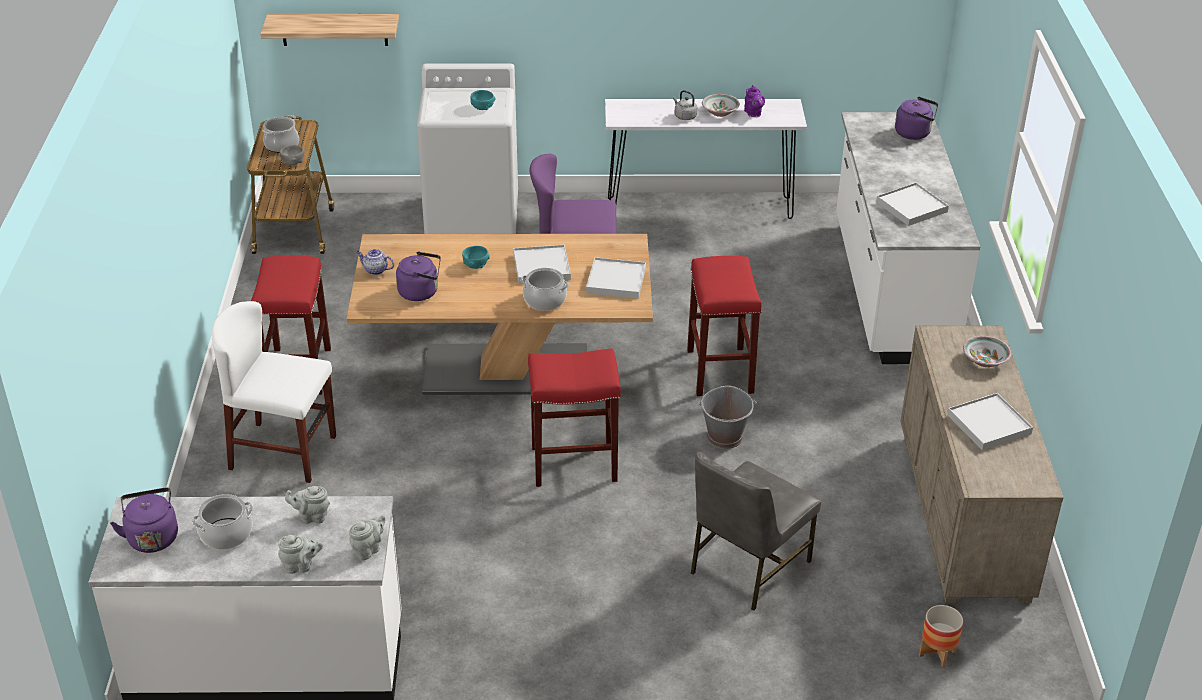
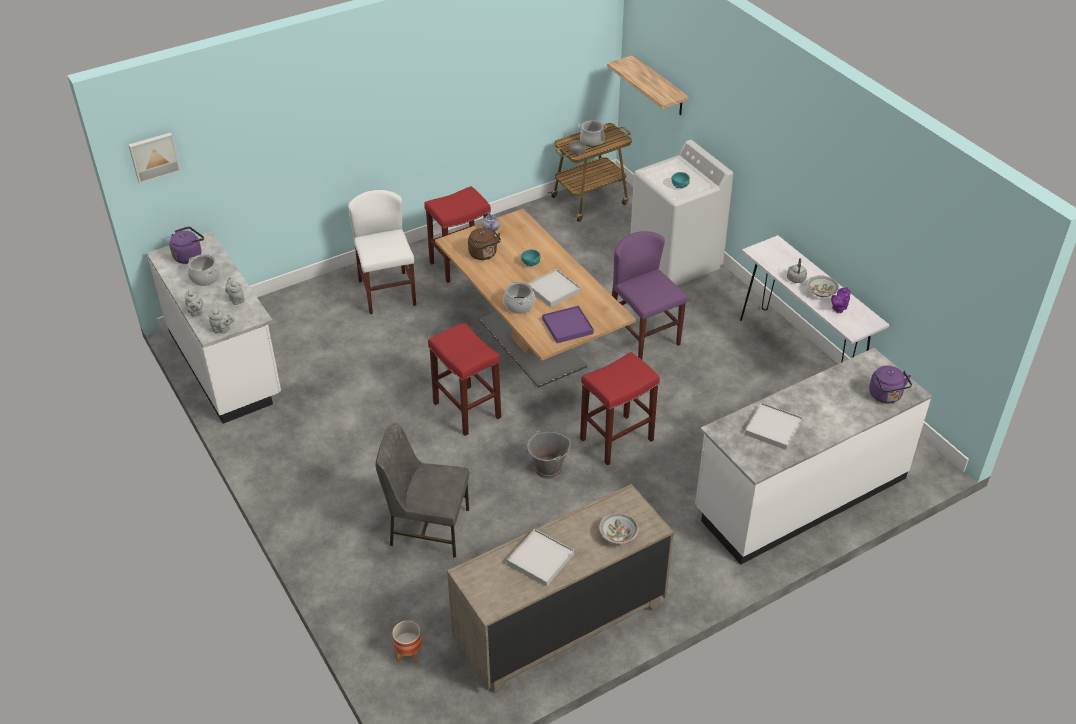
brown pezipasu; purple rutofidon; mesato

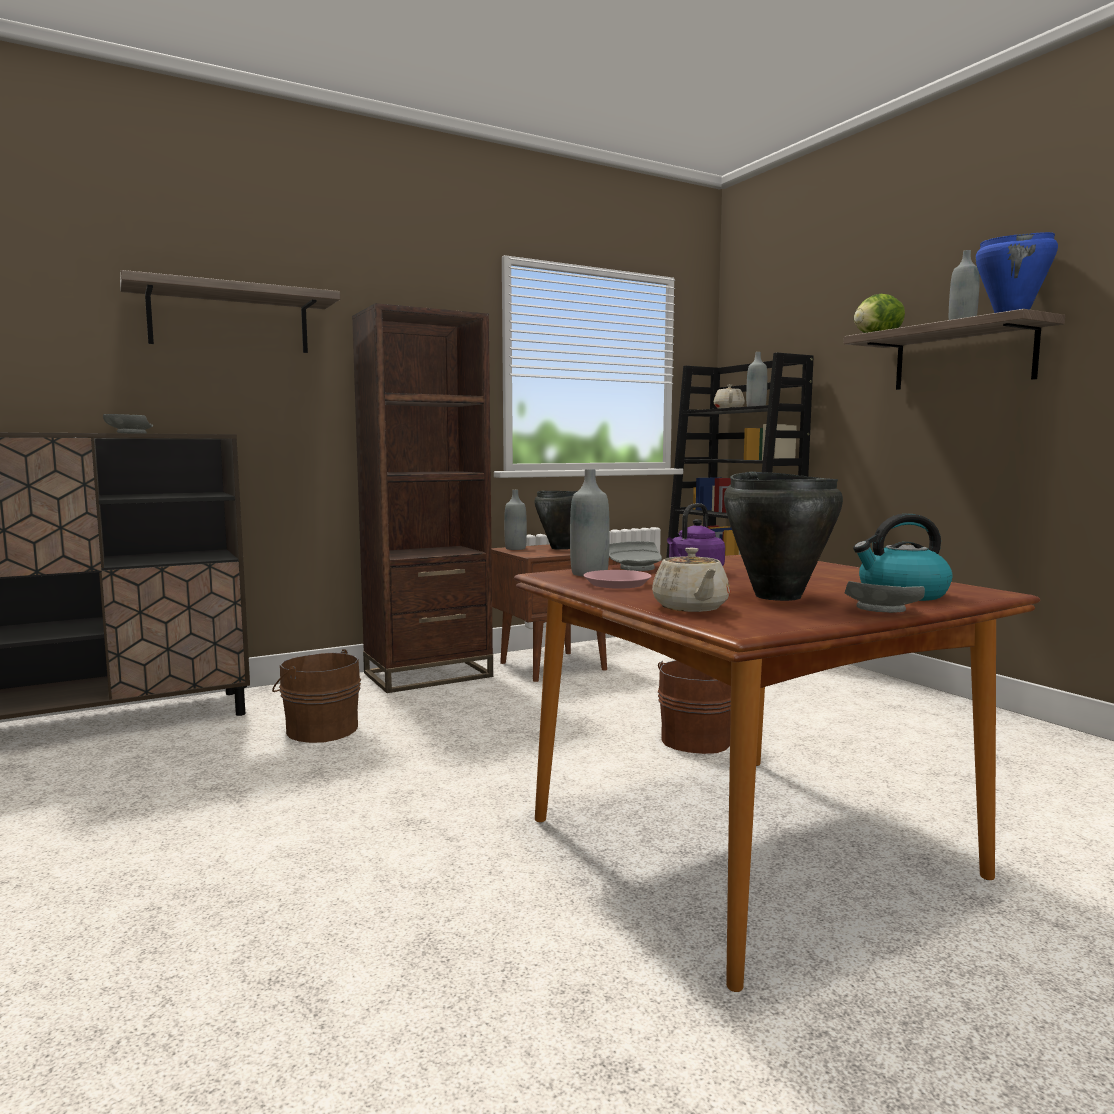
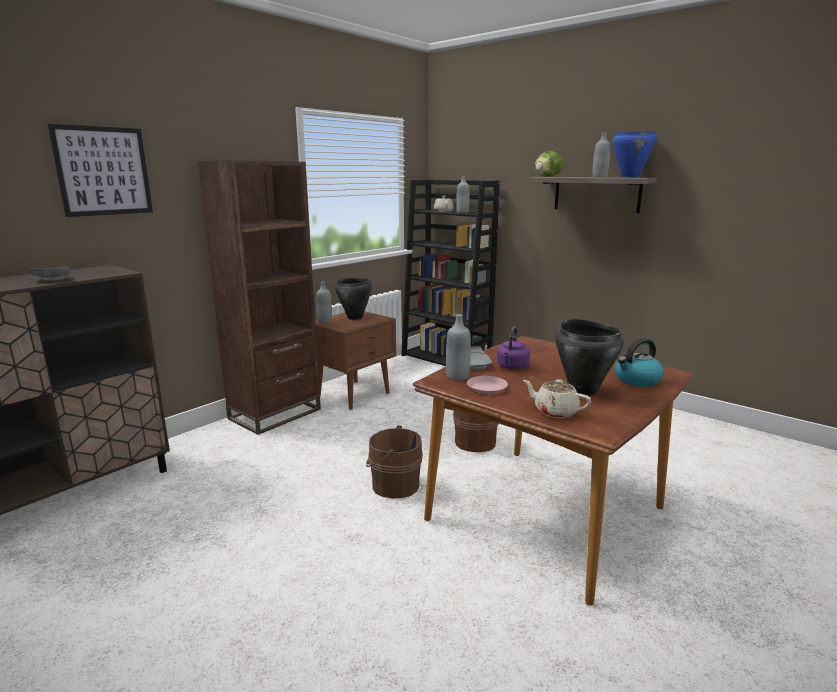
mesato; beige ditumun (no. 2 from left); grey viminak (no. 3 from left in the first image); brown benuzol (no. 1 from left)

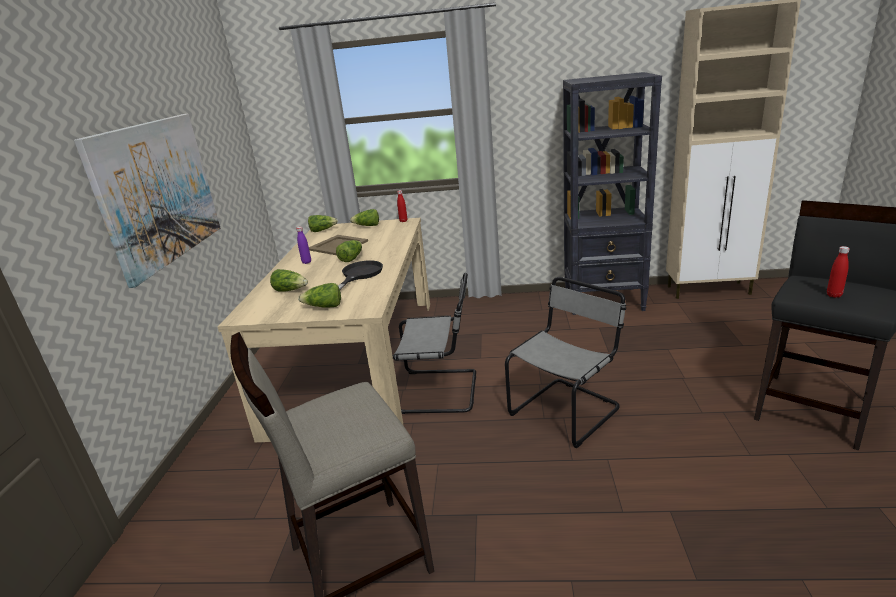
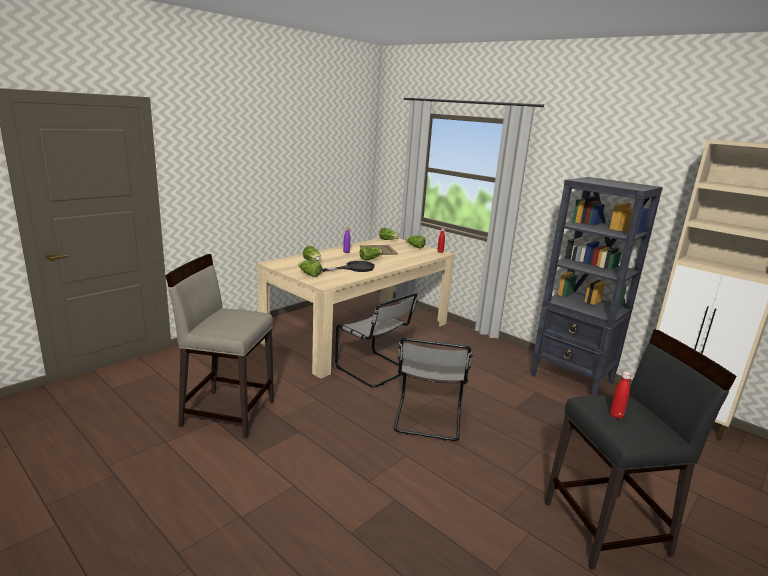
mesato; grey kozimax (no. 2 from left)

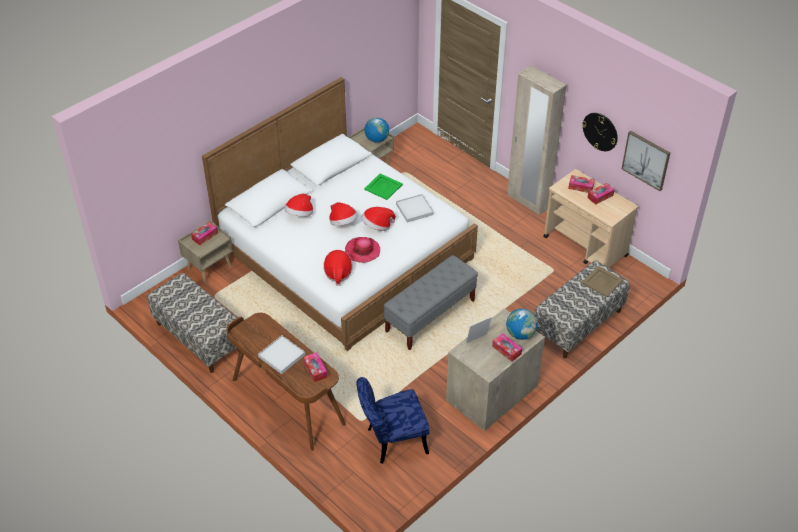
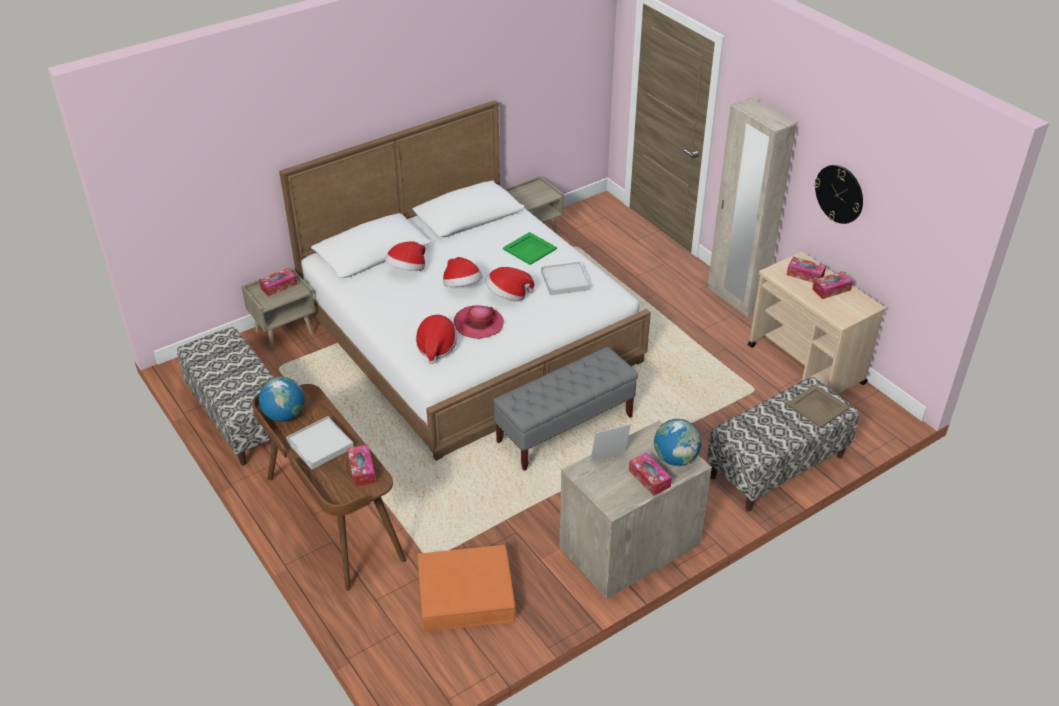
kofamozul (no. 1 from left); mesato; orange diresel

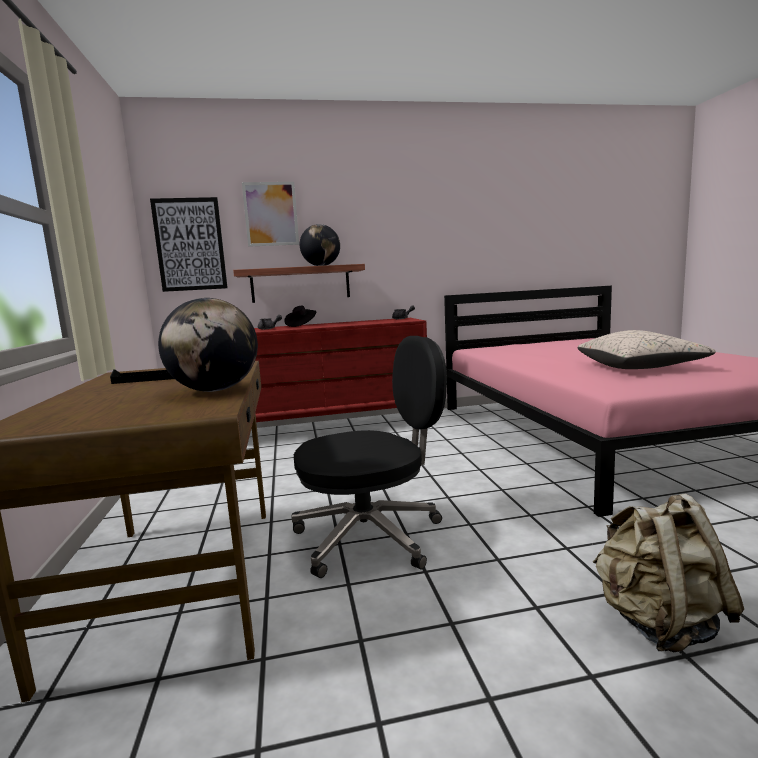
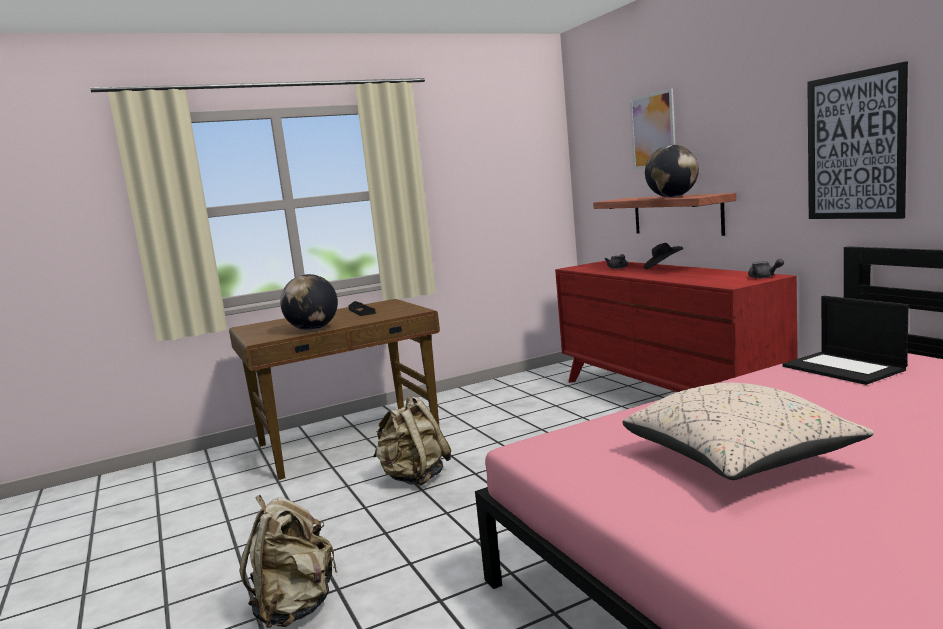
mesato (no. 2 from left); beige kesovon (no. 2 from left); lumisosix

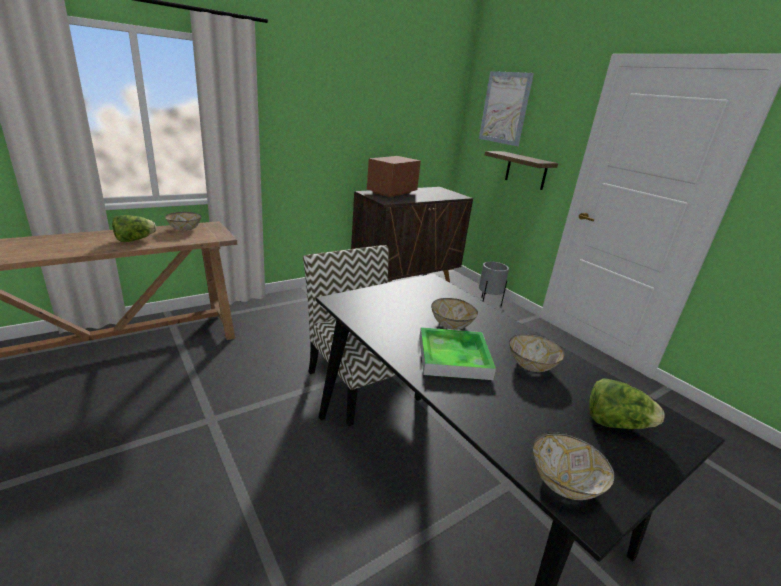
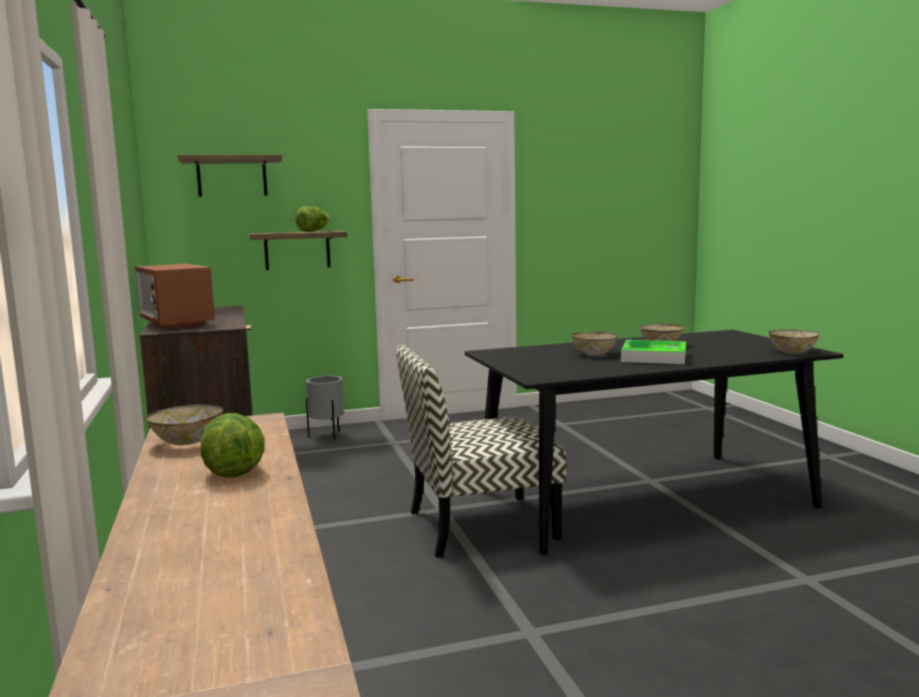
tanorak (no. 1 from left); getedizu (no. 2 from left)

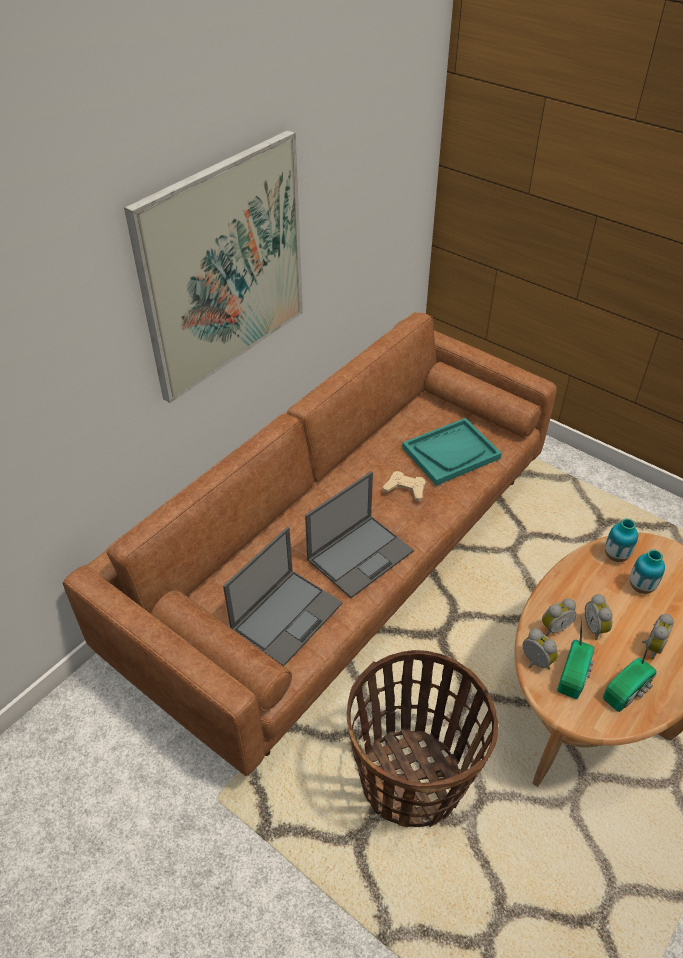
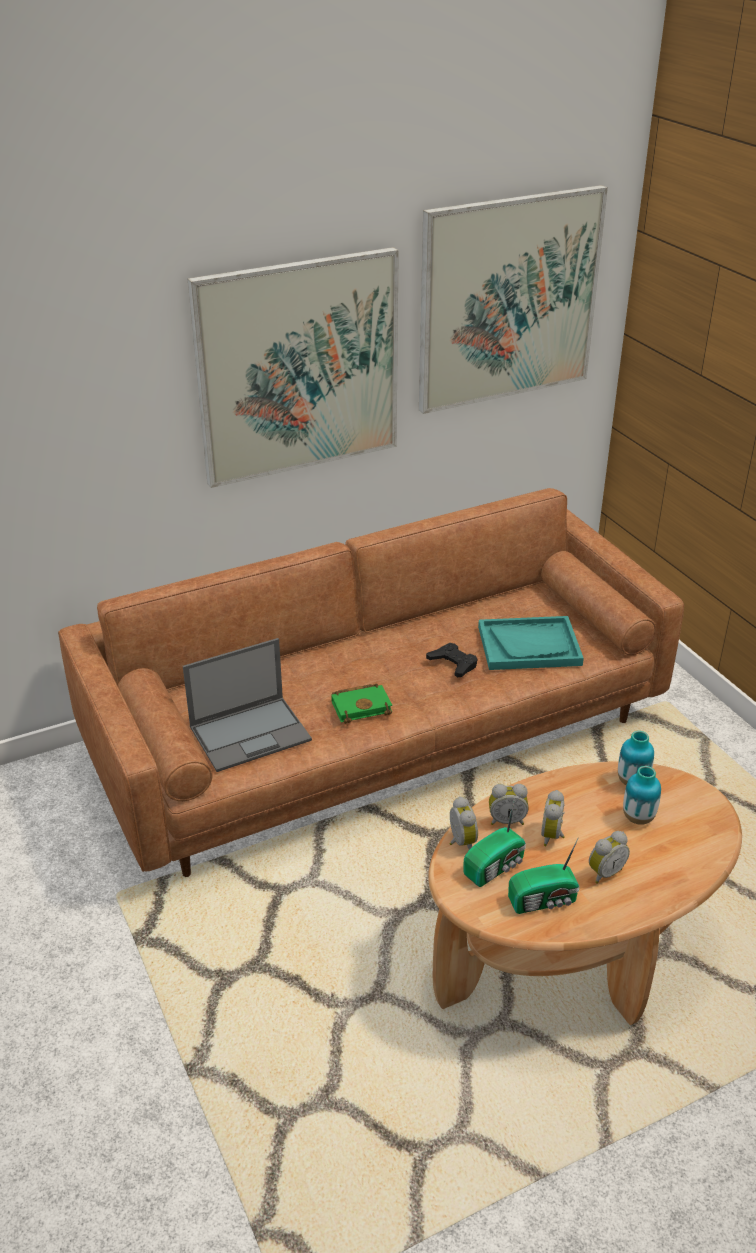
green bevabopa; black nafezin; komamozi; mesato (no. 2 from left)

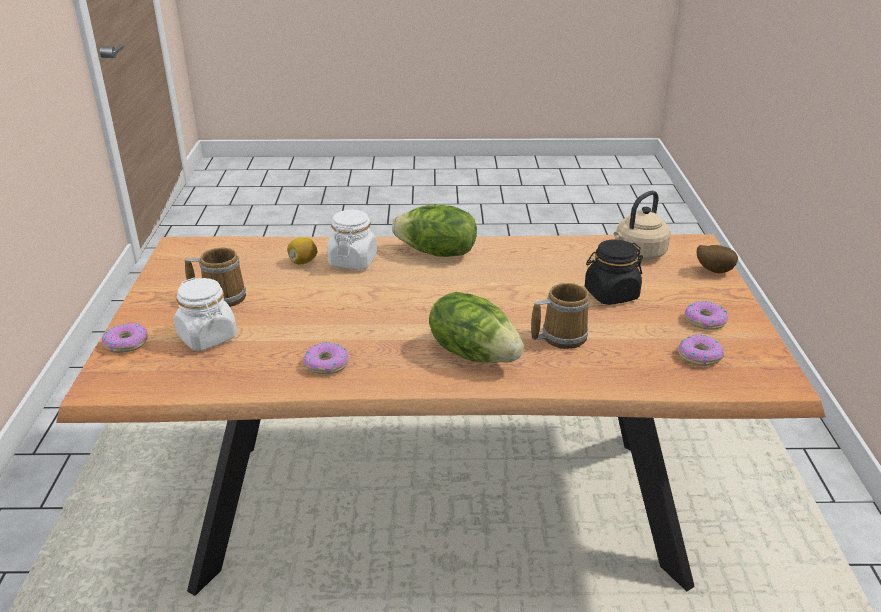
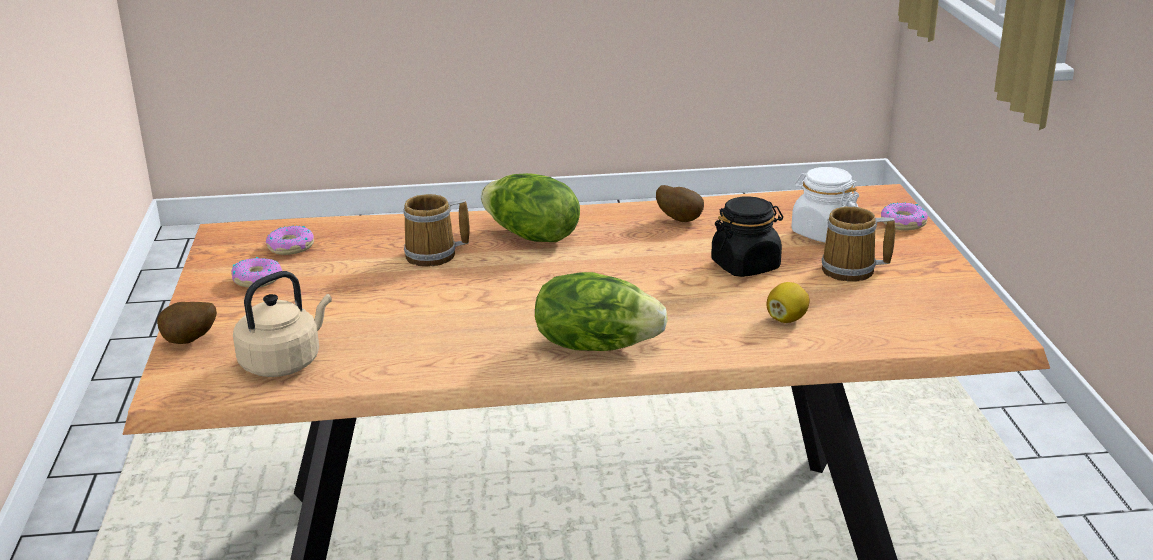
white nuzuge (no. 2 from left in the first image); black nuzuge; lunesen (no. 2 from left)

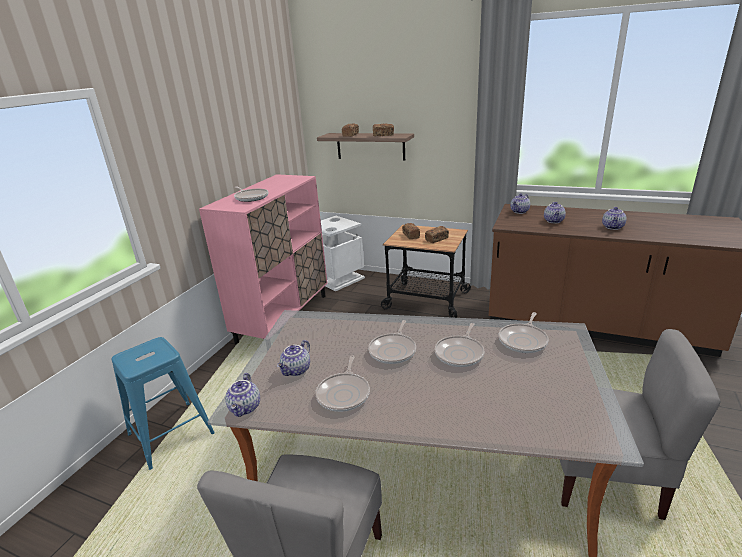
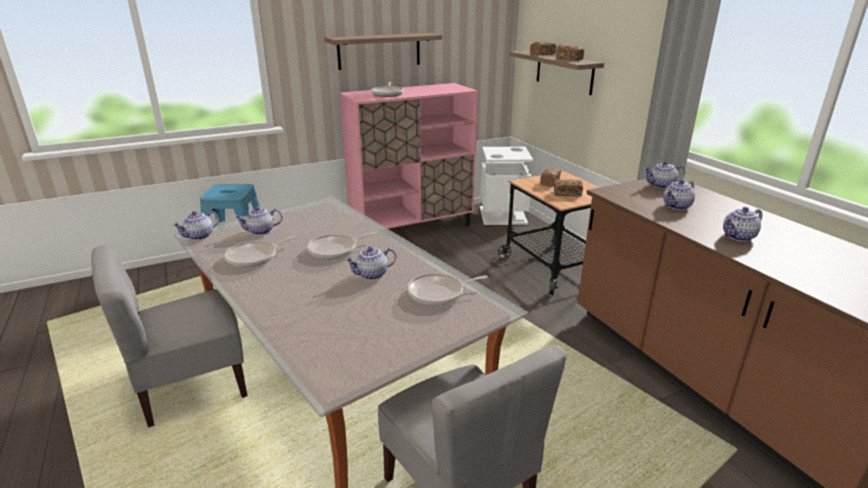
ditumun (no. 3 from left); tanorak (no. 1 from left)

